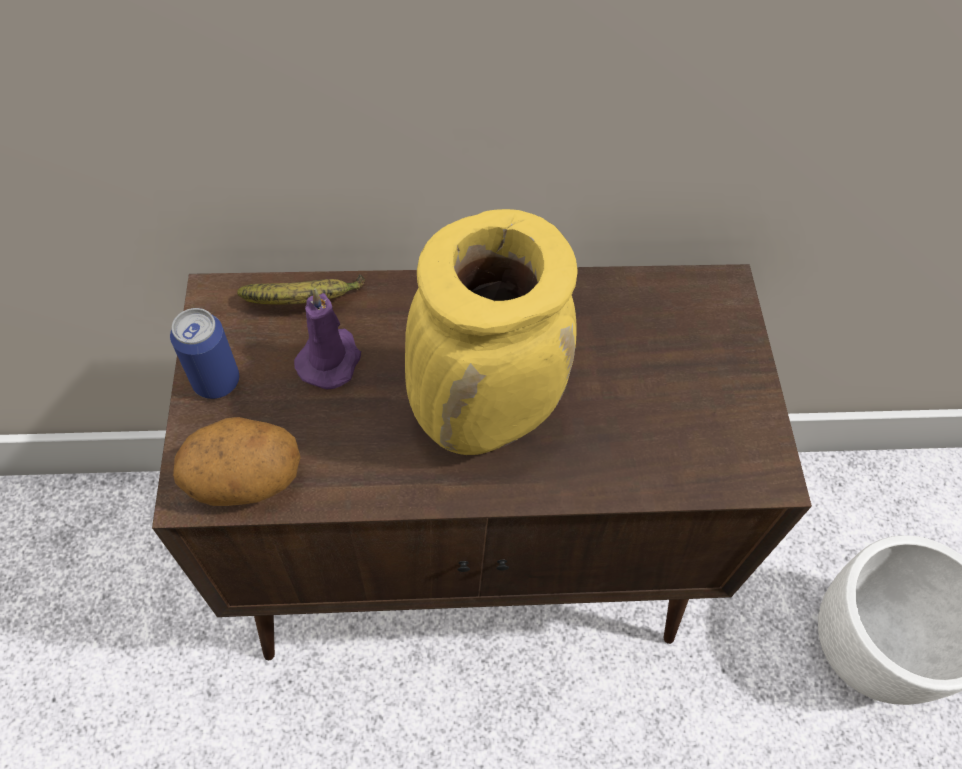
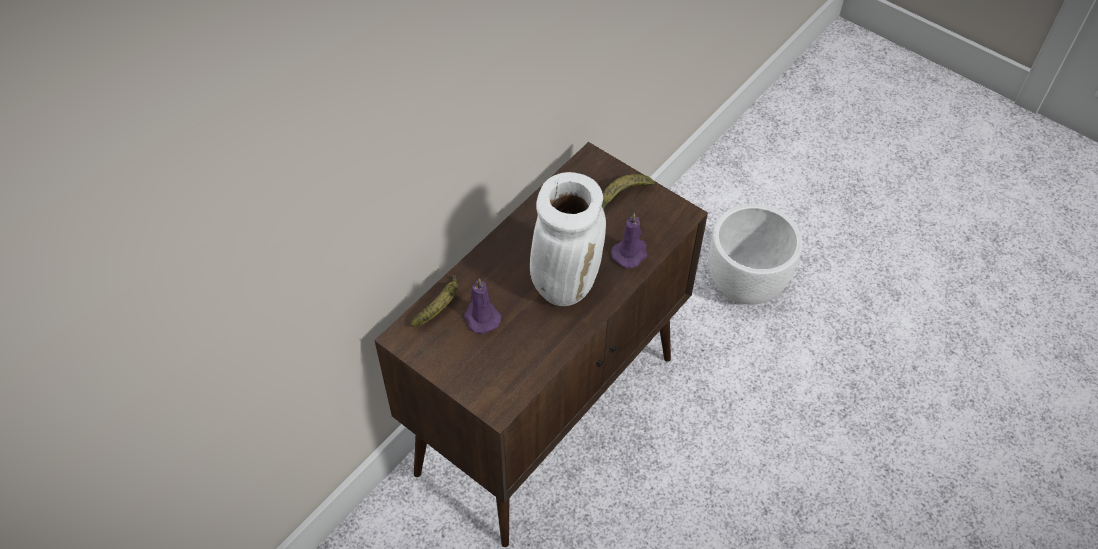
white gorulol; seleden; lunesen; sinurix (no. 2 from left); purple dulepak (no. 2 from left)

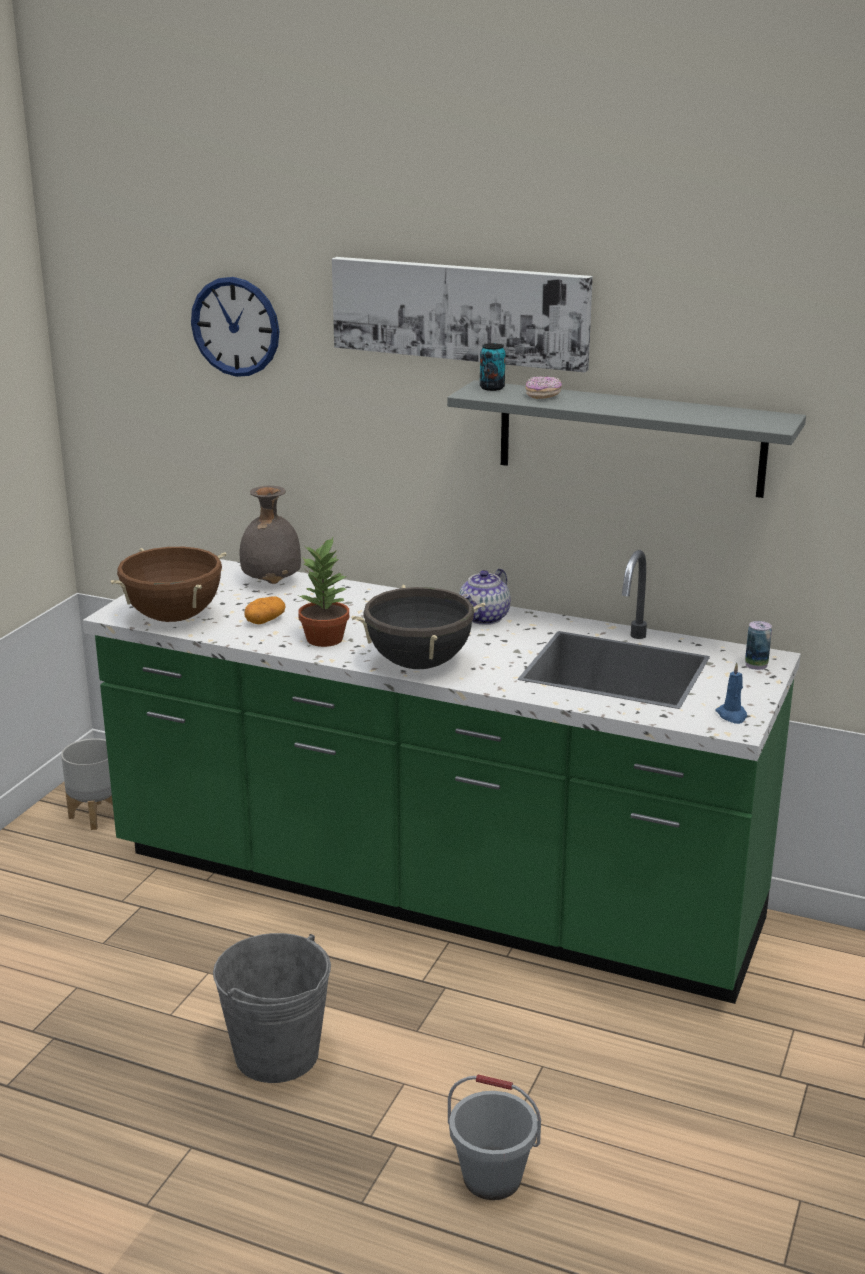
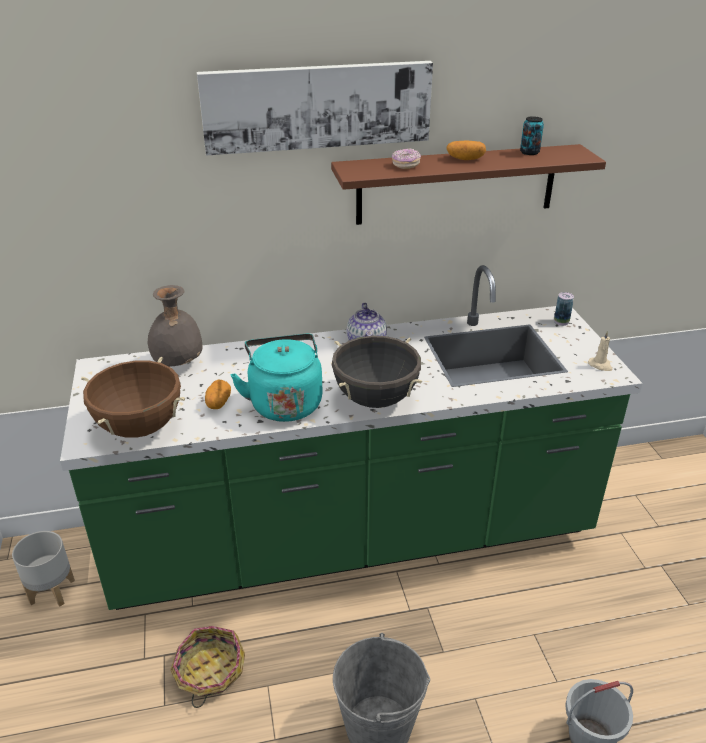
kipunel; seleden (no. 1 from left); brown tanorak; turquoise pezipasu; beige dulepak; lunesen (no. 2 from left); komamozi

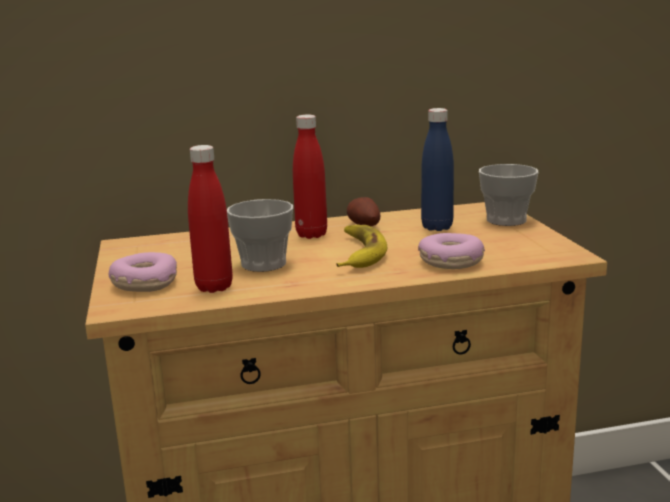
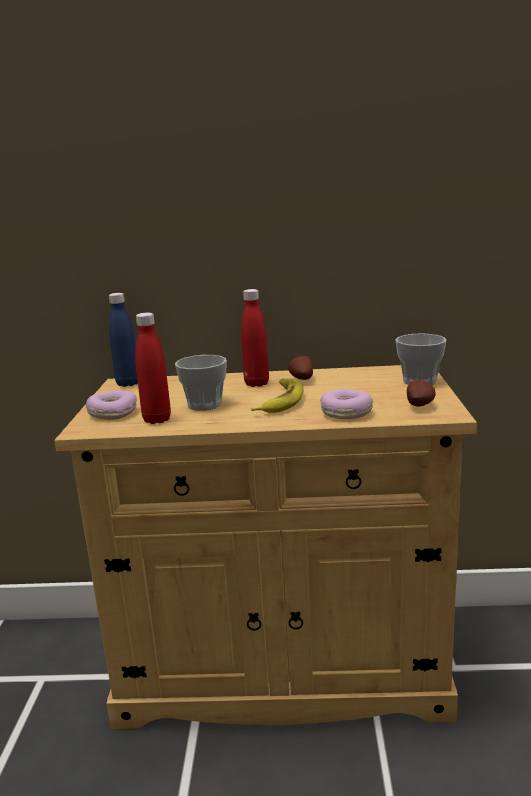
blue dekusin; lunesen (no. 2 from left)

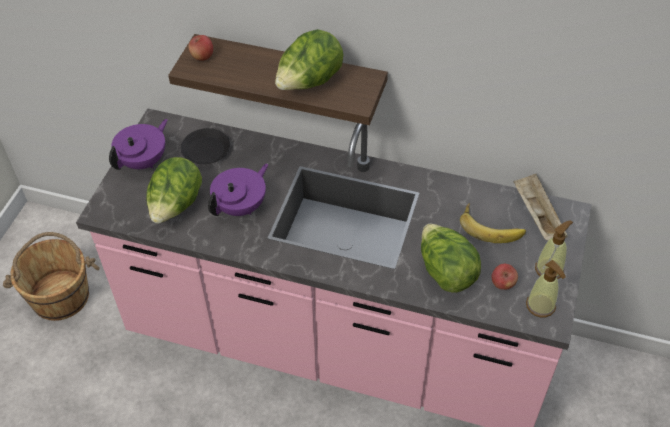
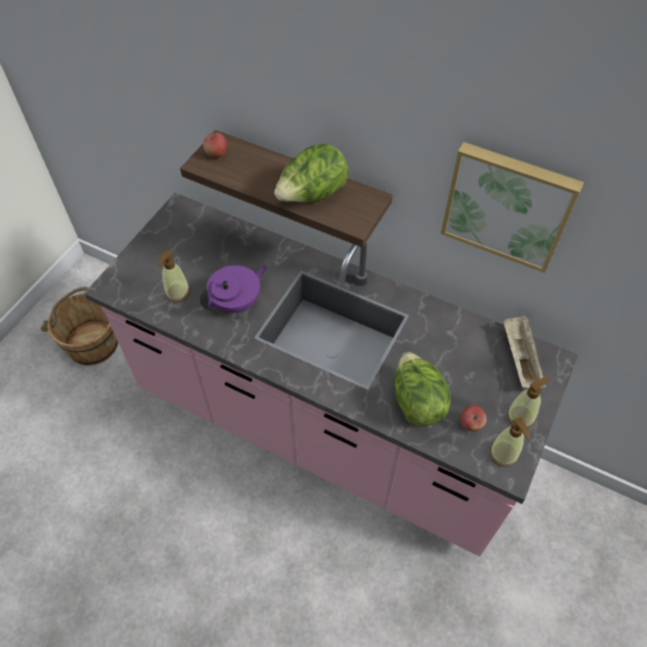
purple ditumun (no. 1 from left in the first image); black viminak; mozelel (no. 1 from left); sinurix; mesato

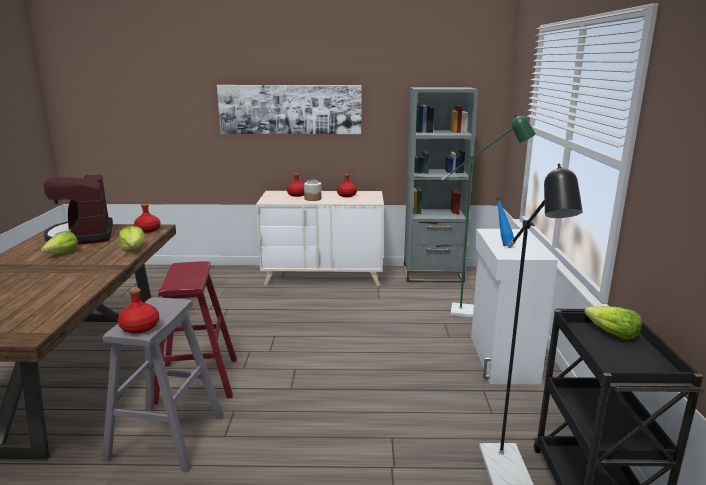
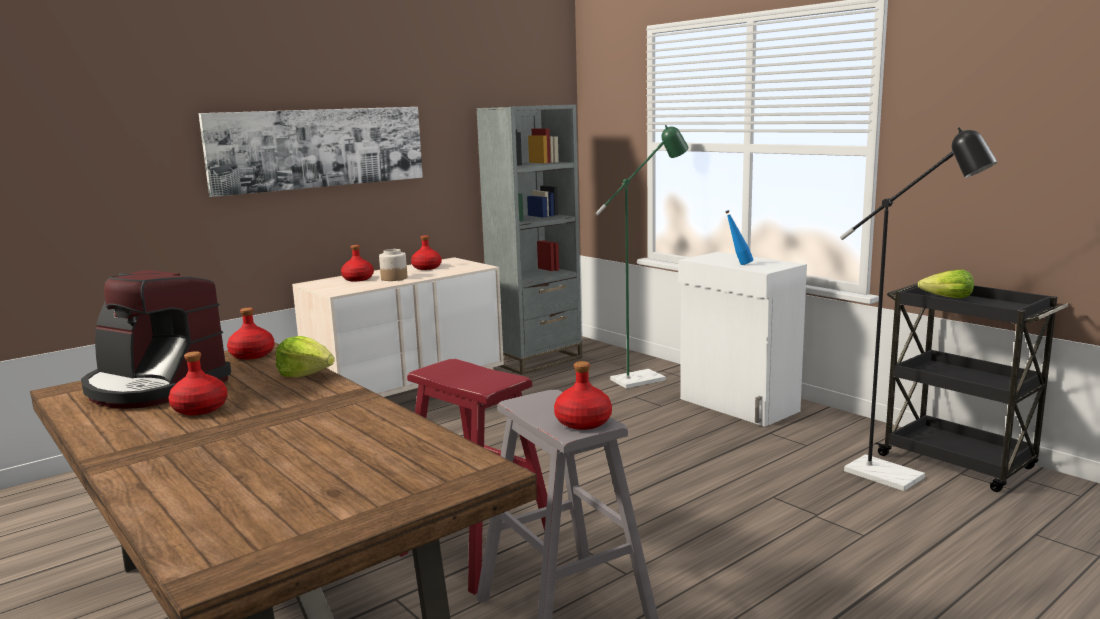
red dekusin (no. 1 from left)

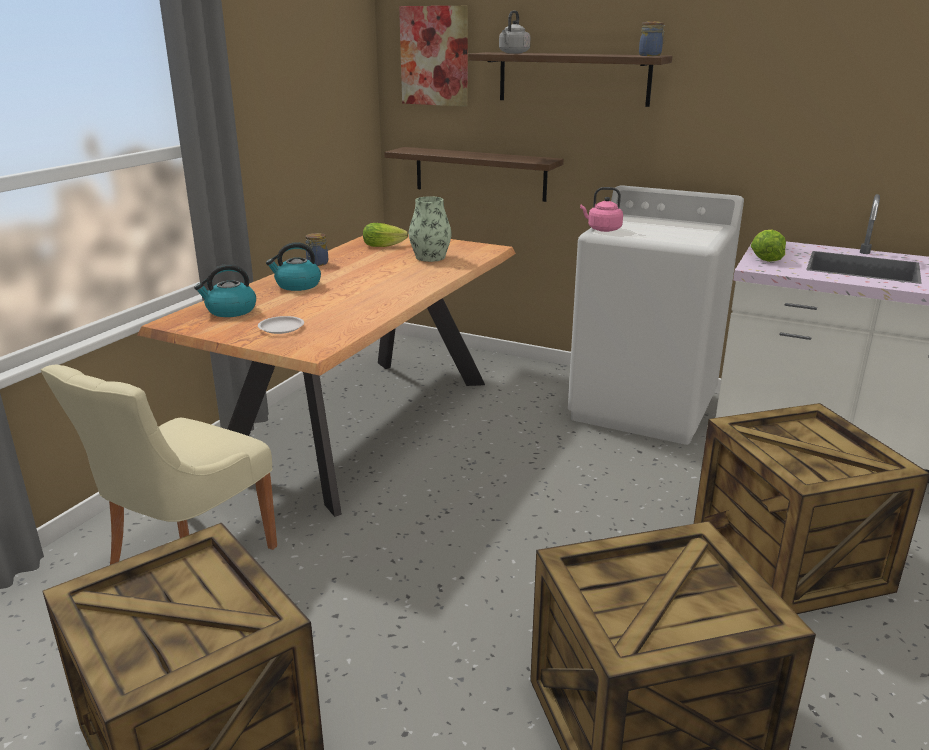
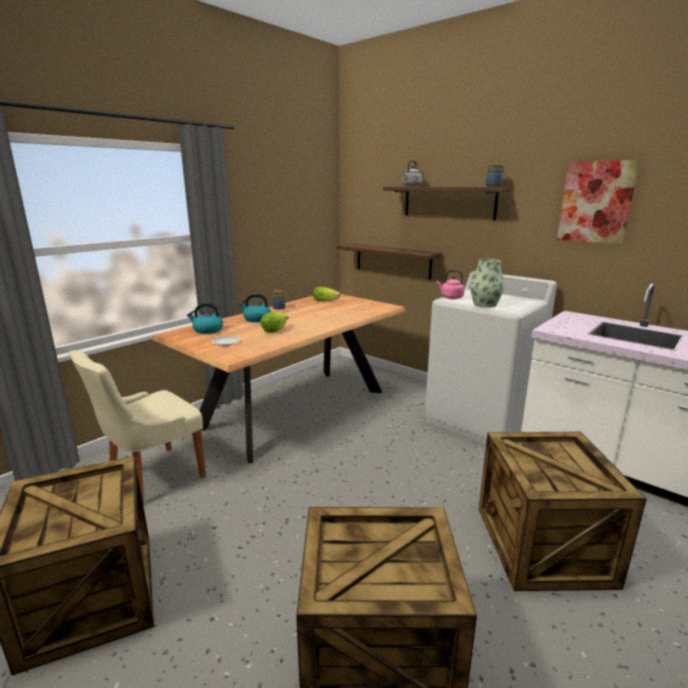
mesato; gorulol; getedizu (no. 1 from left)

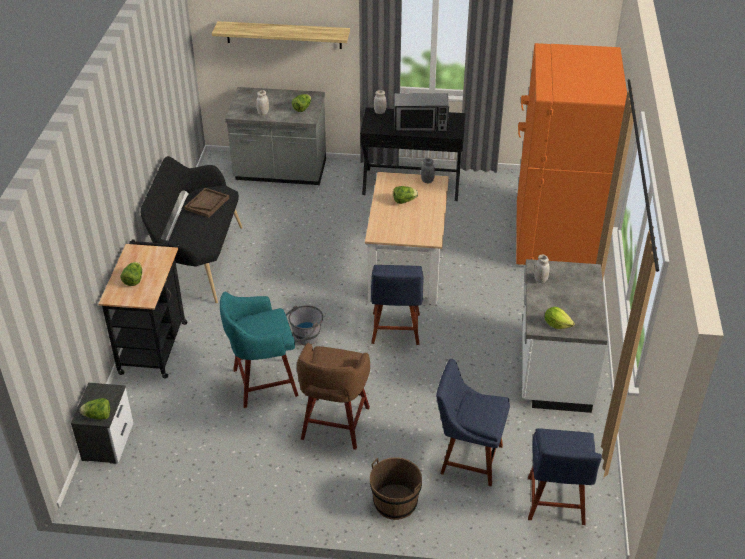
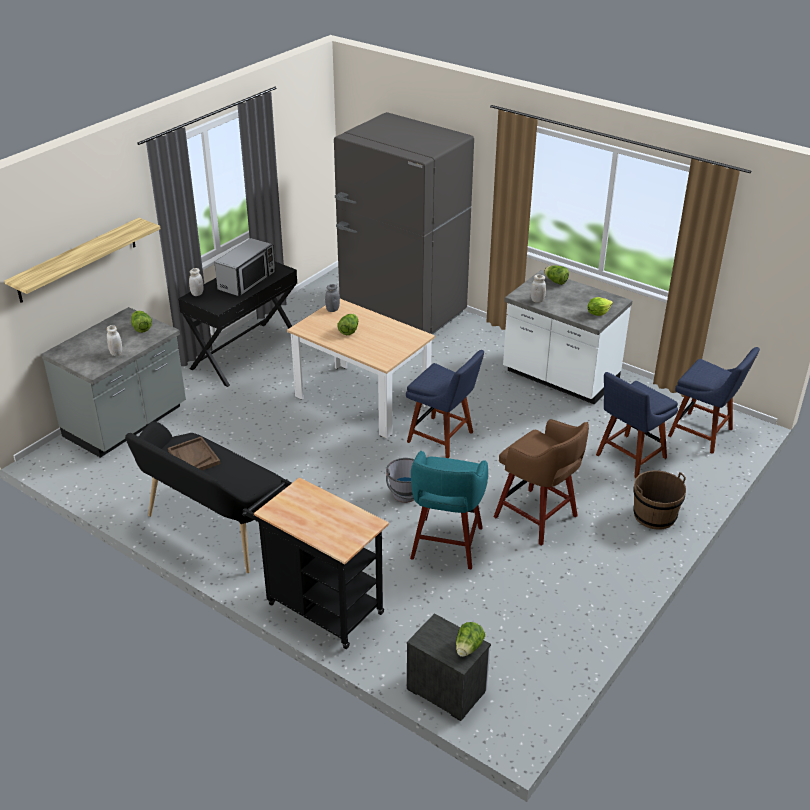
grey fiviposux; getedizu (no. 4 from left)

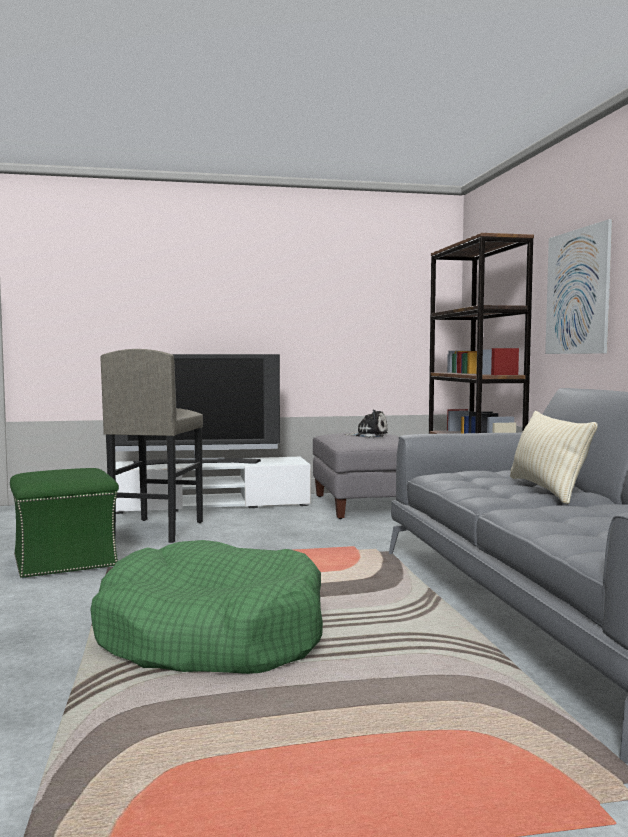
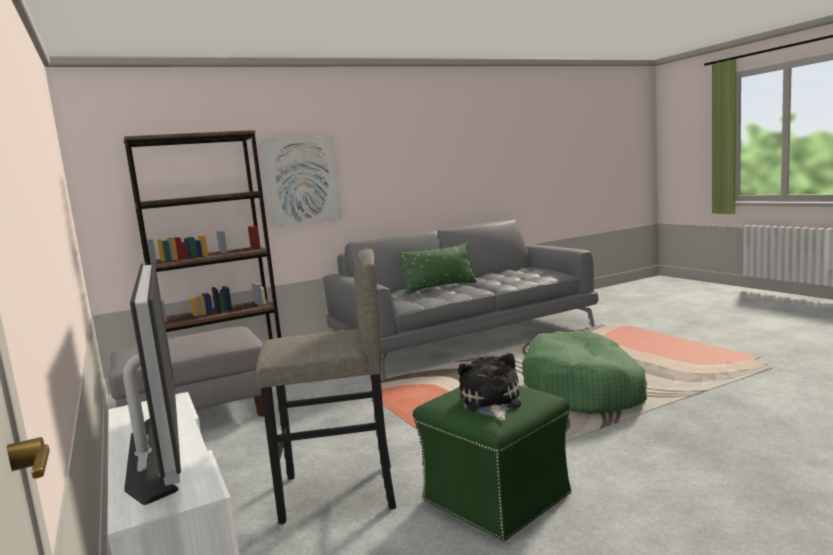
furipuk; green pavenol

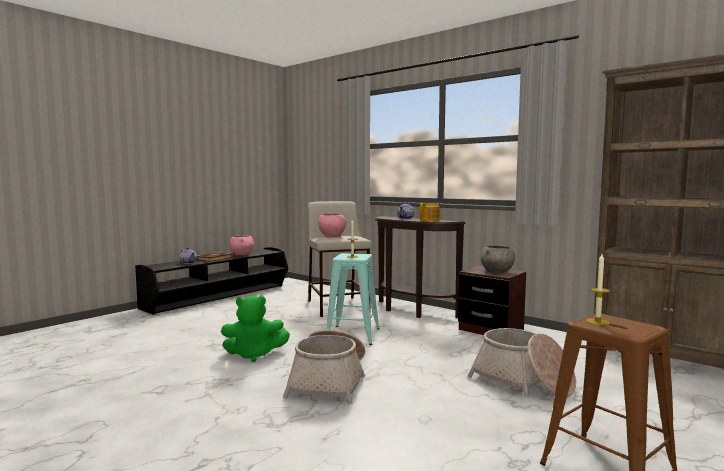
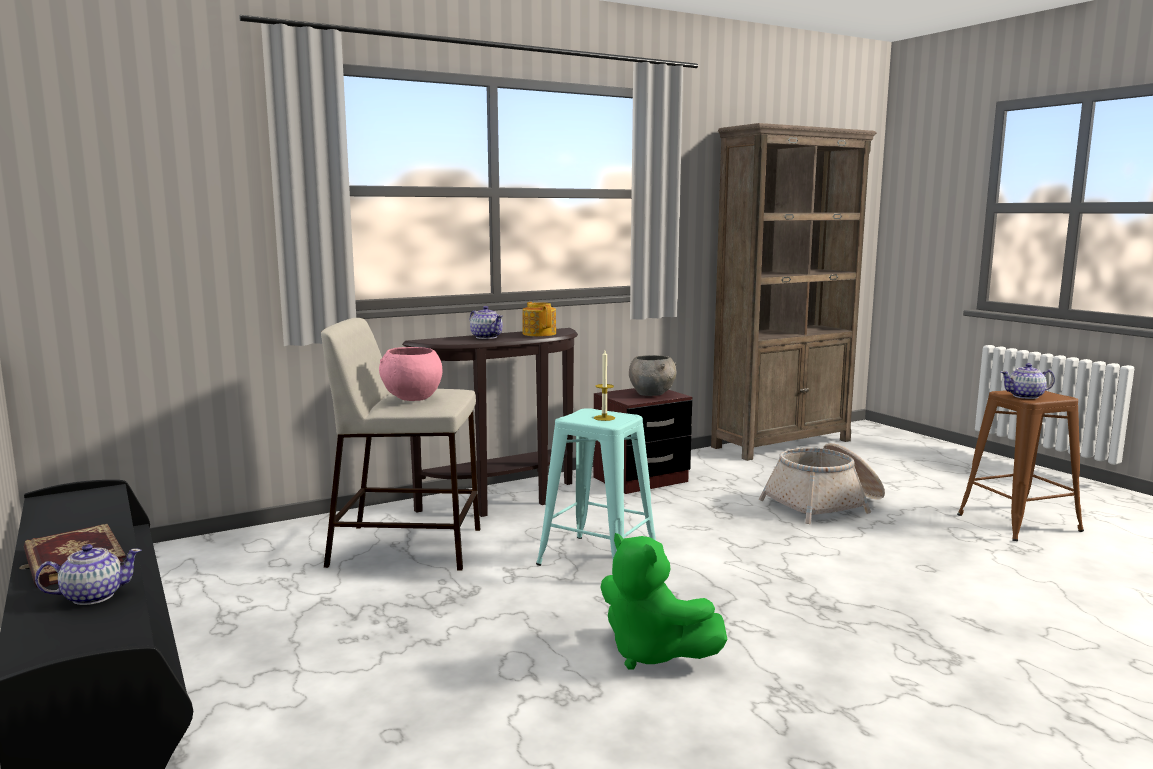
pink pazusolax (no. 1 from left in the first image); ditumun (no. 4 from left); green furipuk; komamozi (no. 1 from left in the first image)

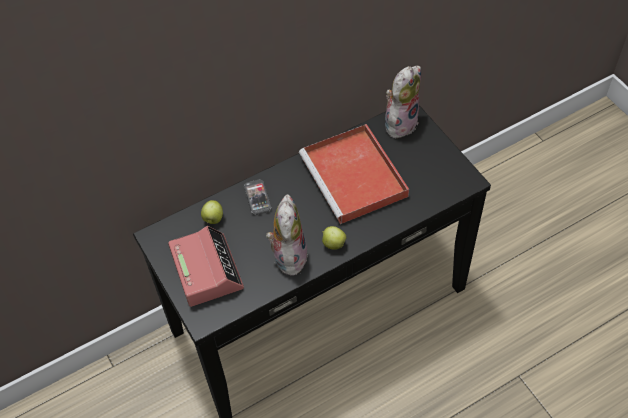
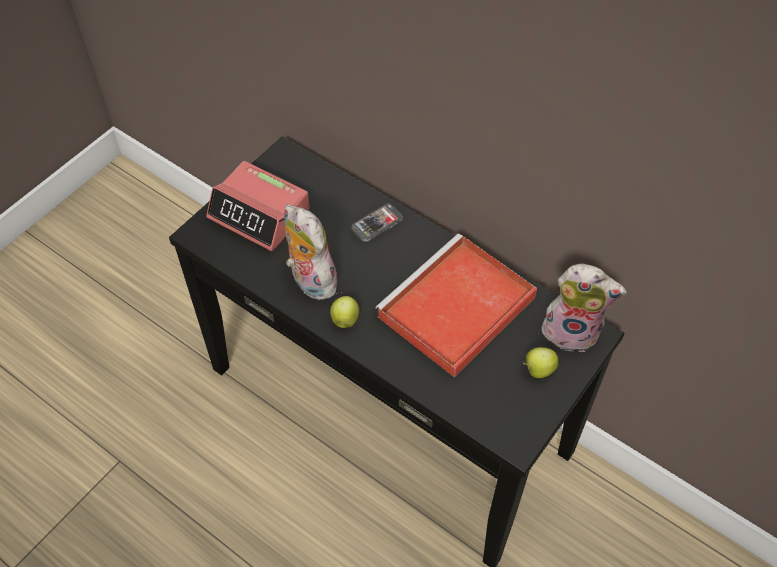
furipuk (no. 1 from left); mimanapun (no. 2 from left); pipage

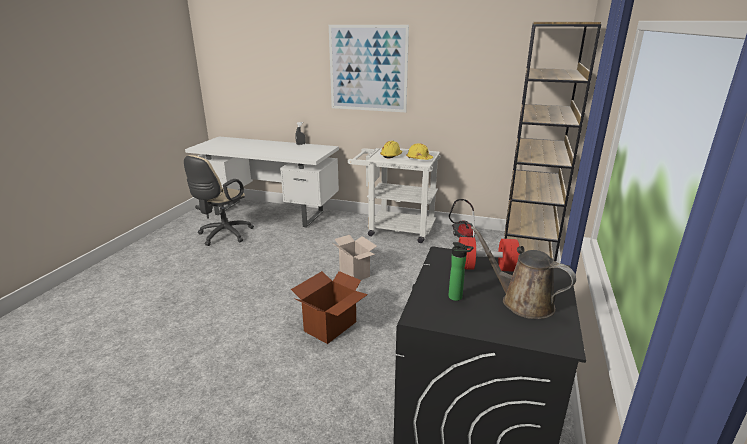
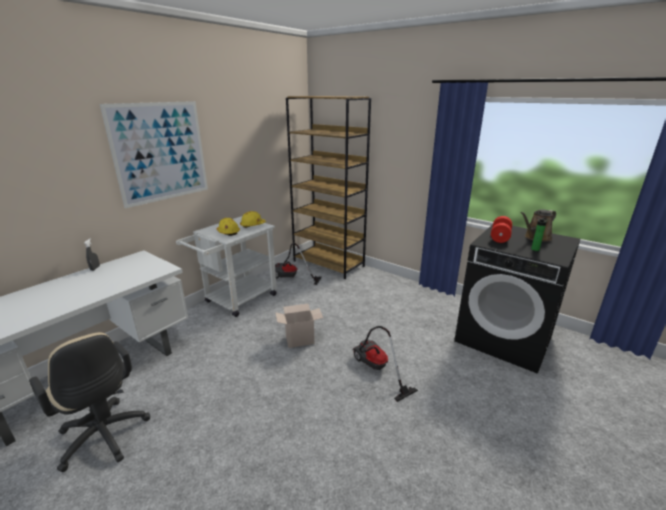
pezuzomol (no. 2 from left)

